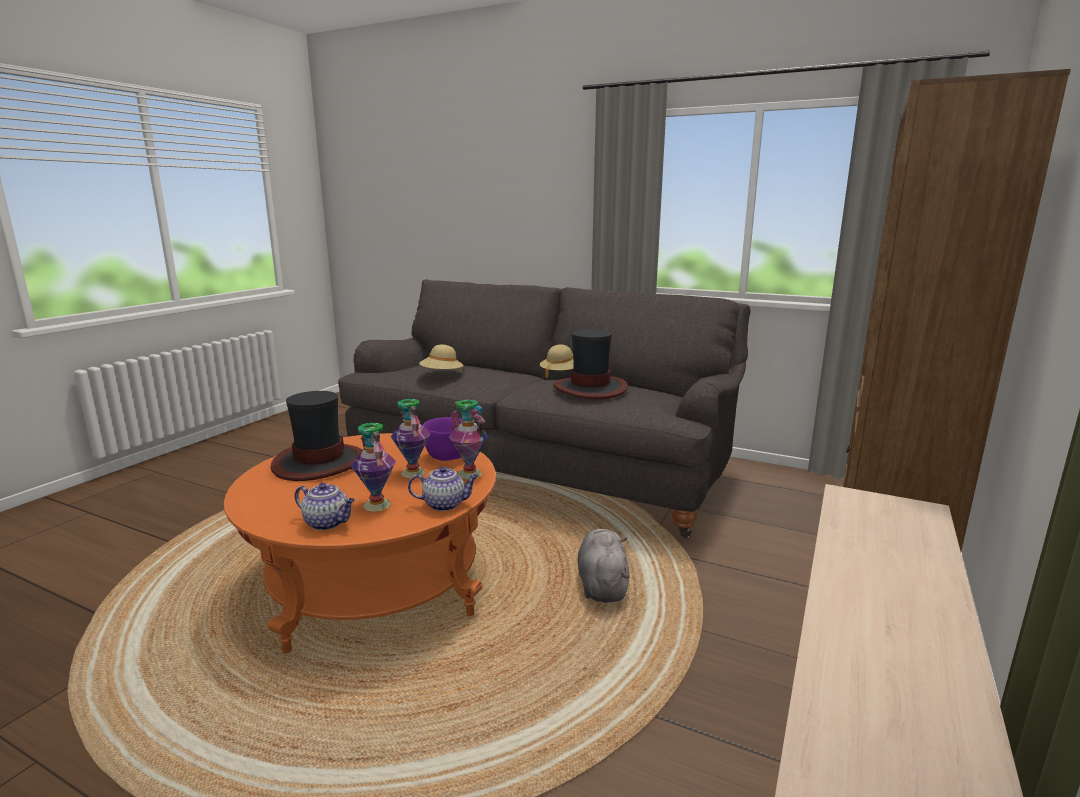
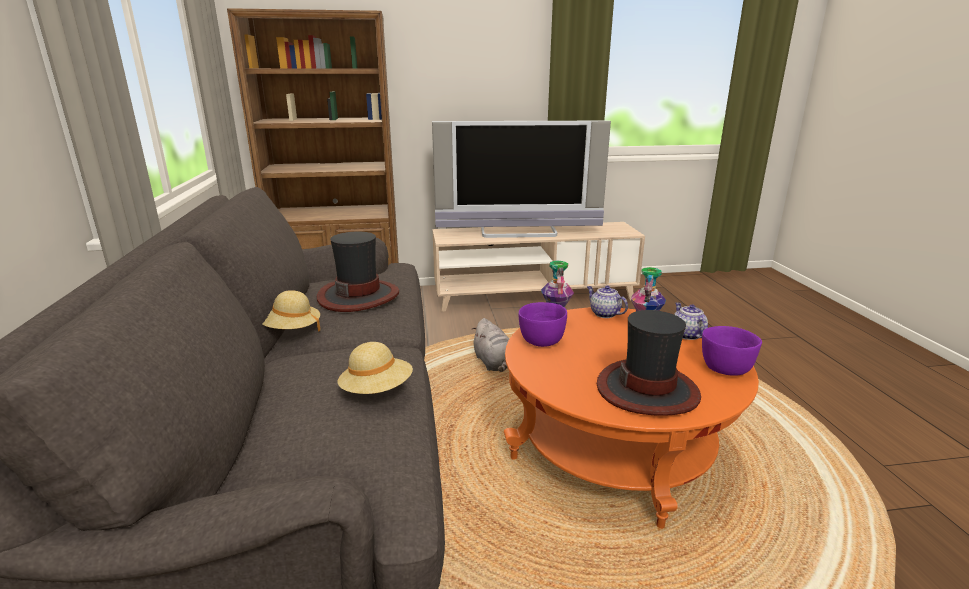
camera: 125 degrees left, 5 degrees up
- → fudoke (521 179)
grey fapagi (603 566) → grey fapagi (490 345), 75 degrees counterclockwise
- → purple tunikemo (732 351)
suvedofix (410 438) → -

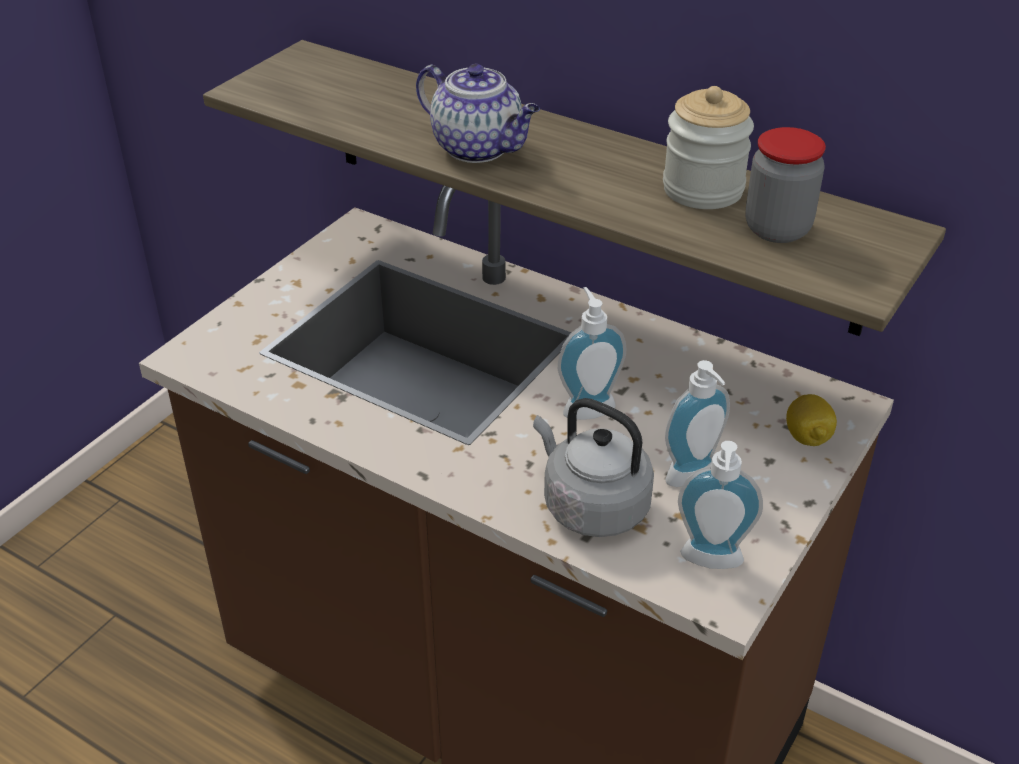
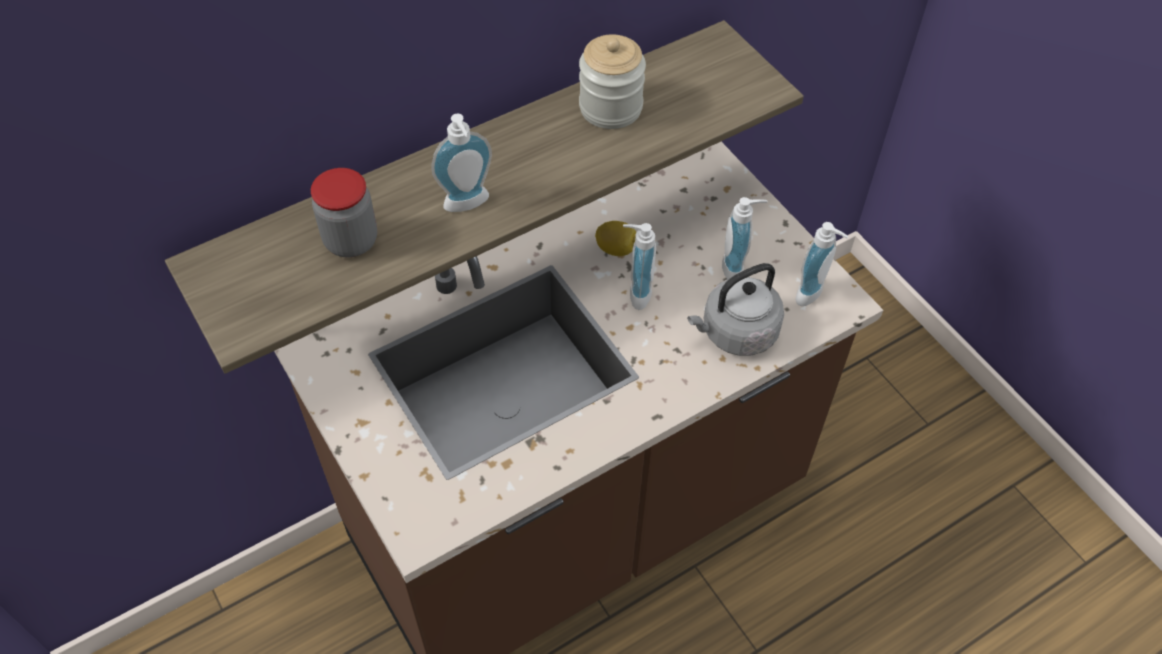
camera: 65 degrees left, 15 degrees up
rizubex (786 185) → rizubex (344 212), relocated
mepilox (478 113) → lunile (461 163)
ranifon (811 420) → ranifon (615 238), relocated

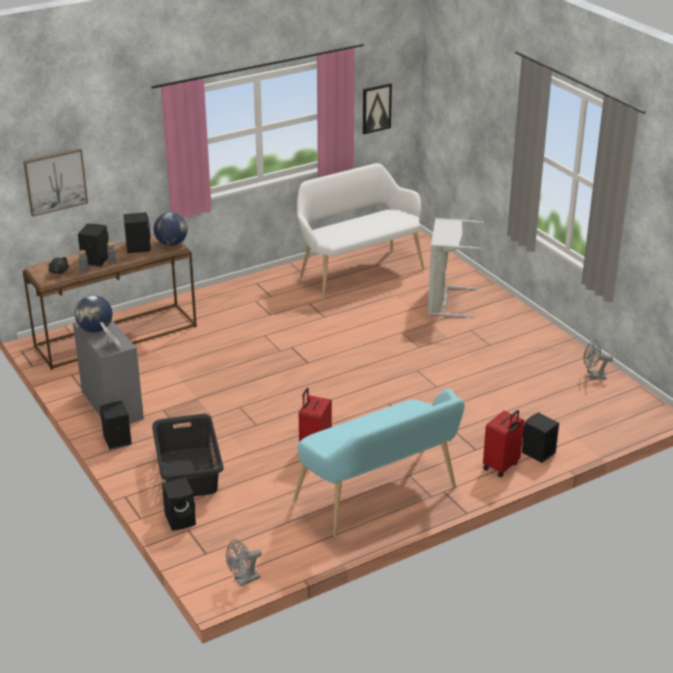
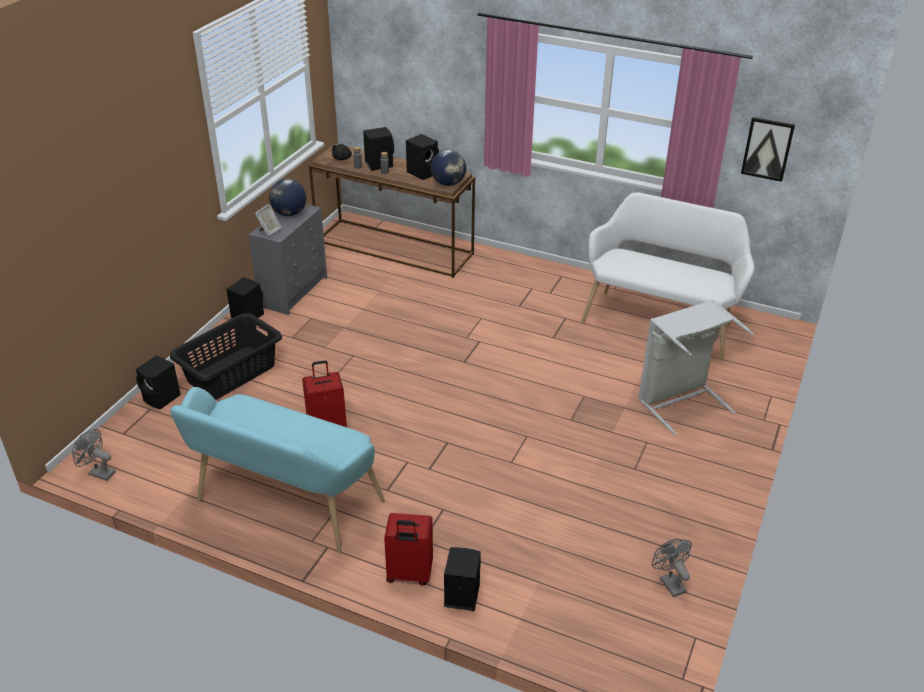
camera: 55 degrees right, 5 degrees up
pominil (55 183) → -

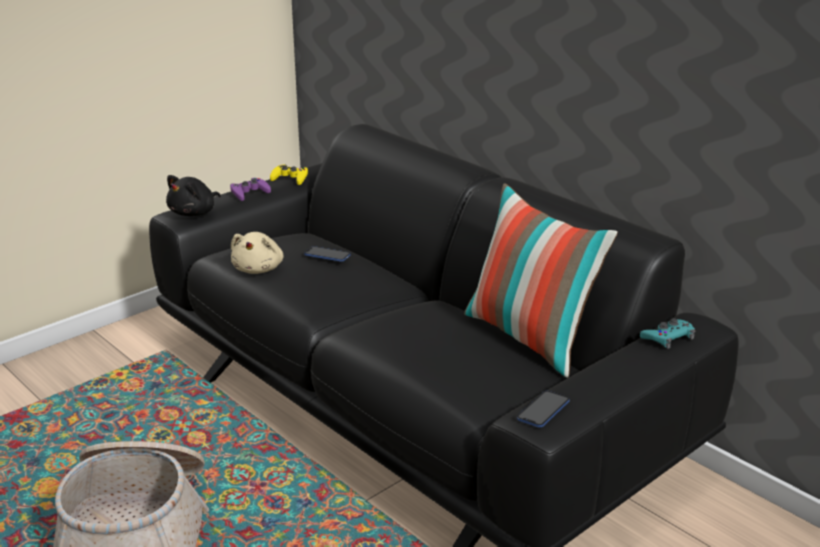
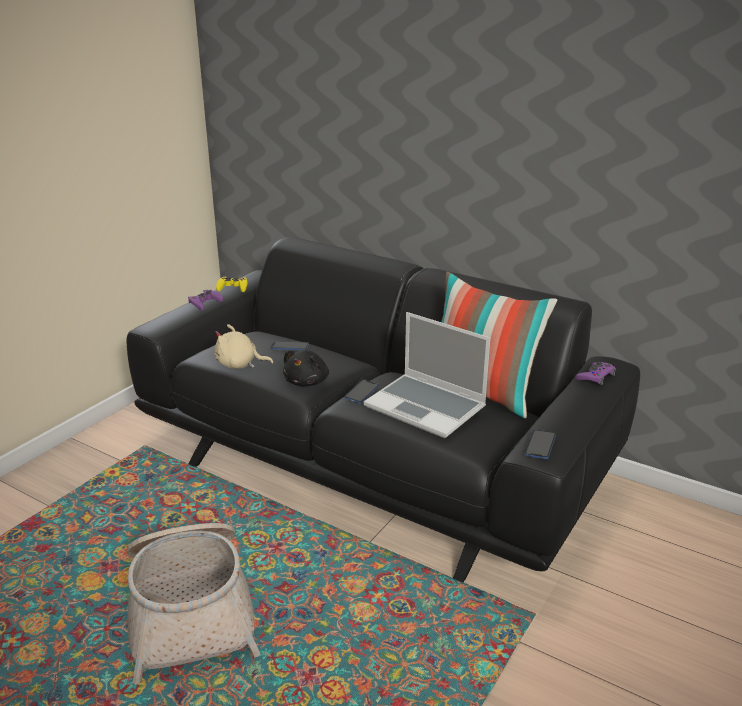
camera: 15 degrees left, 0 degrees up
beige fapagi (257 253) → beige fapagi (243 346), 105 degrees clockwise
black fapagi (193 195) → black fapagi (306 367), relocated
- → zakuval (362 391)
- → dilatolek (427 375)
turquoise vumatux (668 333) → purple vumatux (596 373)

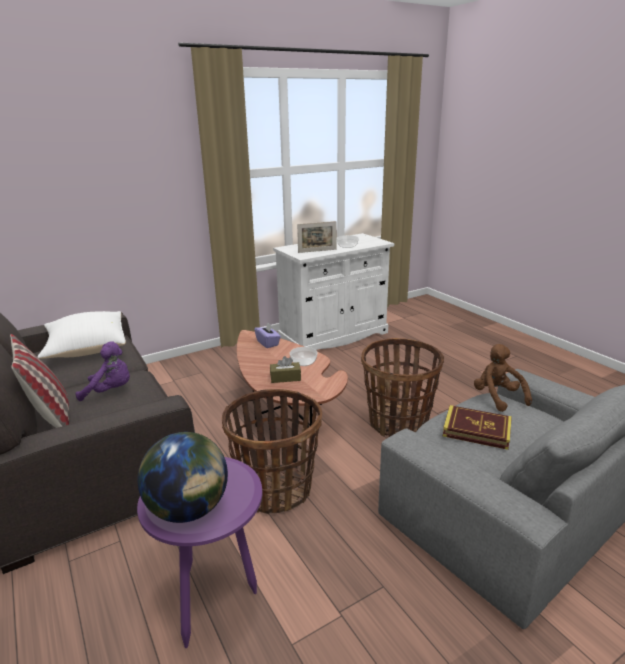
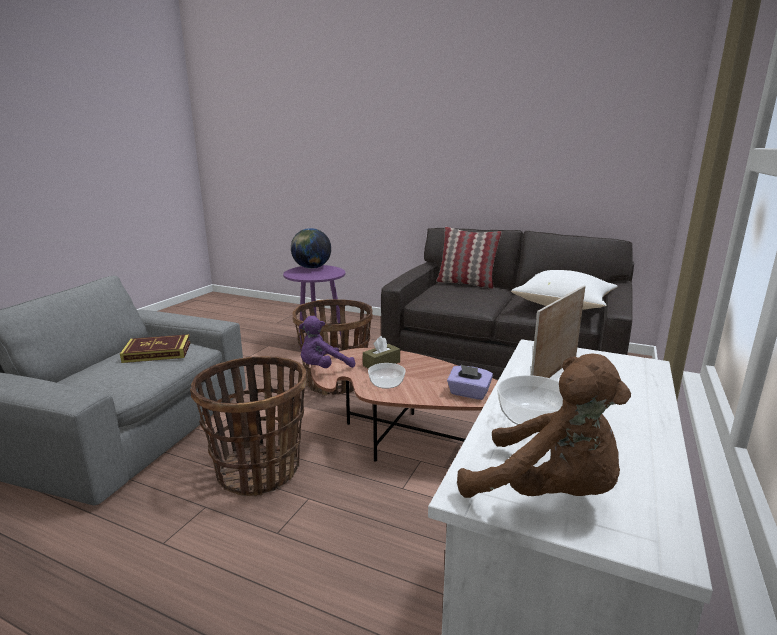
camera: 145 degrees right, 5 degrees down
purple fapagi (102 371) → purple fapagi (327 342), relocated
brown fapagi (503 378) → brown fapagi (544 426), relocated

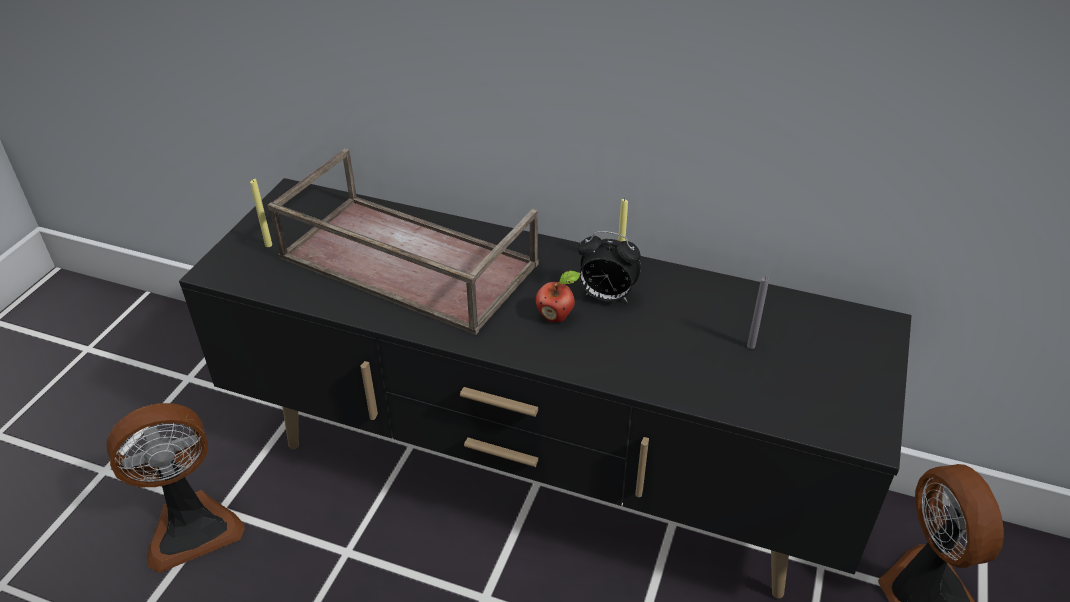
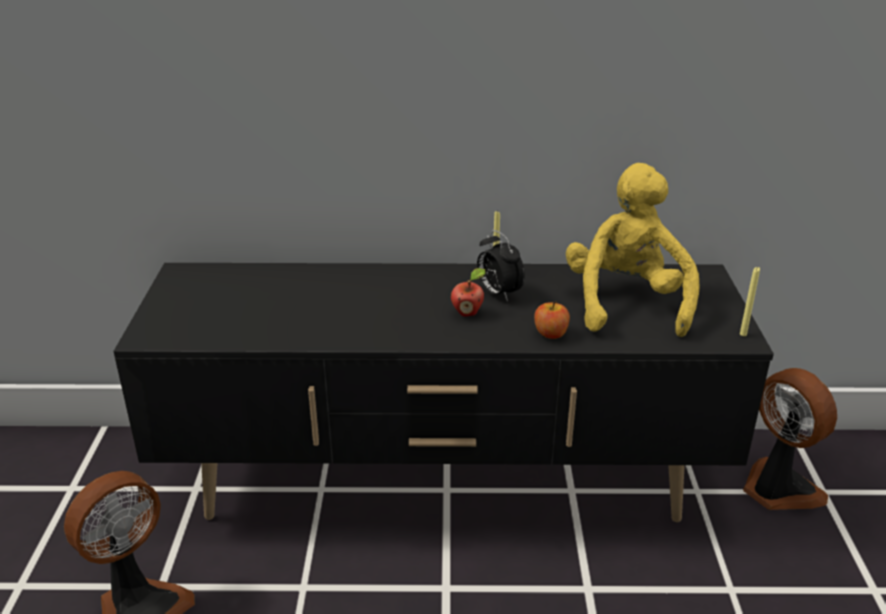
camera: 20 degrees left, 10 degrees down
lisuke (609 266) → lisuke (501 266), 60 degrees clockwise
- → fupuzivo (552 320)
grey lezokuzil (758 313) → yellow fapagi (632 250)
yellow lezokuzil (261 213) → yellow lezokuzil (750 301), relocated
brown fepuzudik (403 241) → -

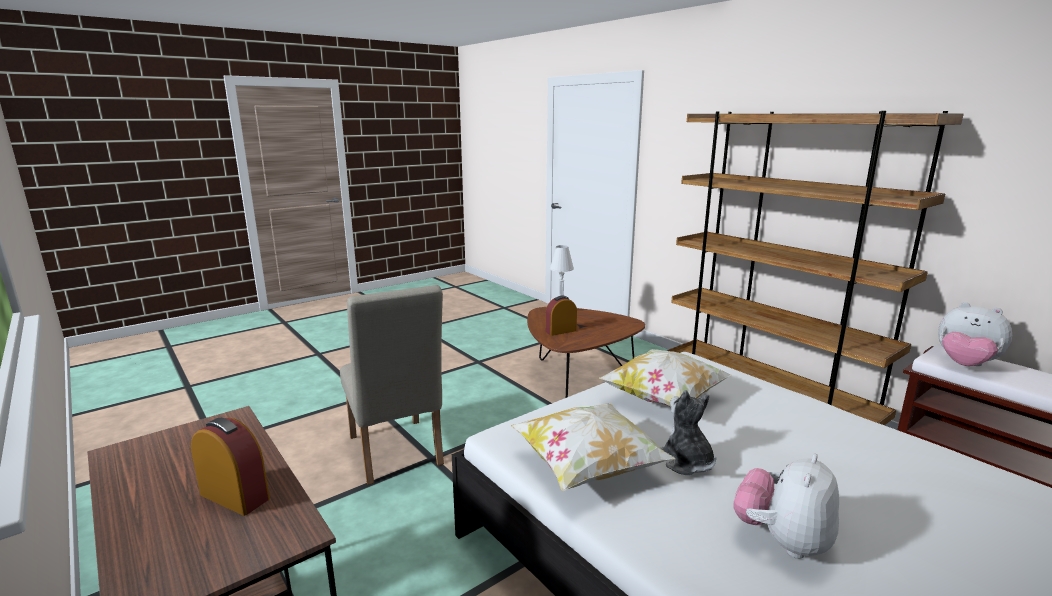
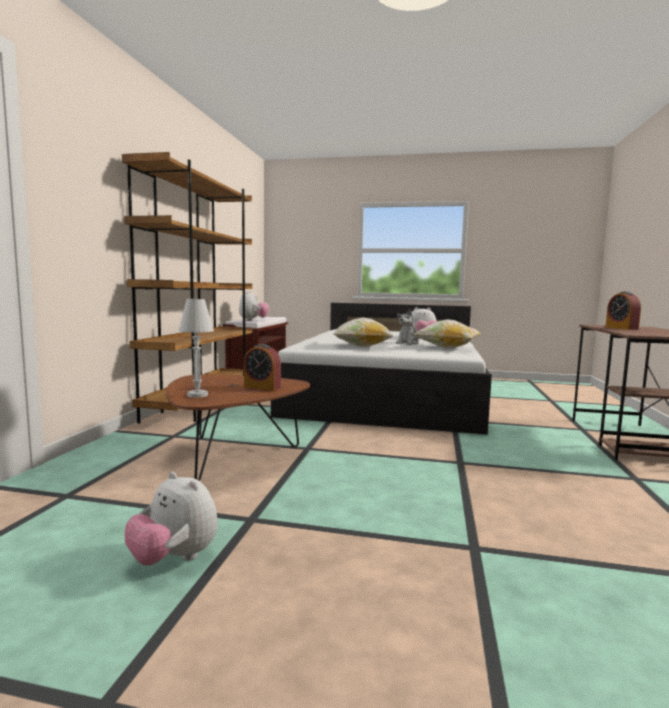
camera: 130 degrees left, 10 degrees down
- → fapagi (171 519)
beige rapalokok (392 385) → -

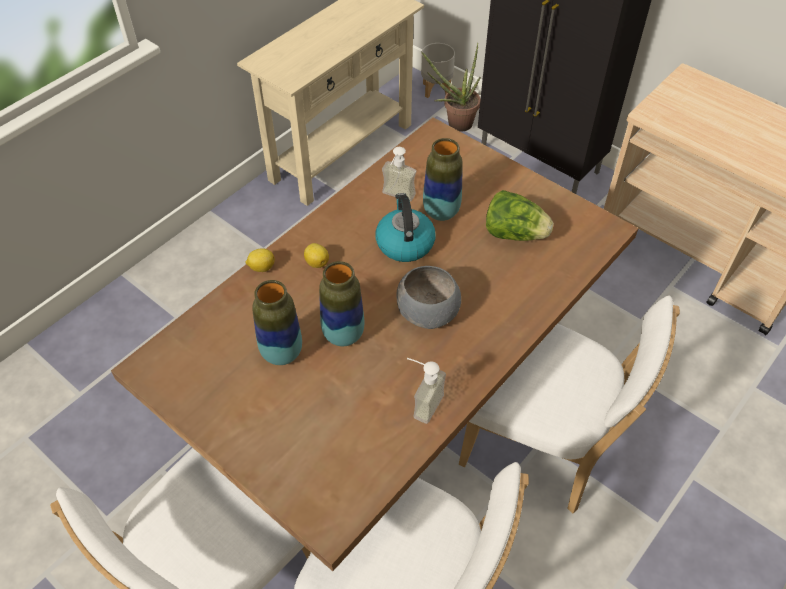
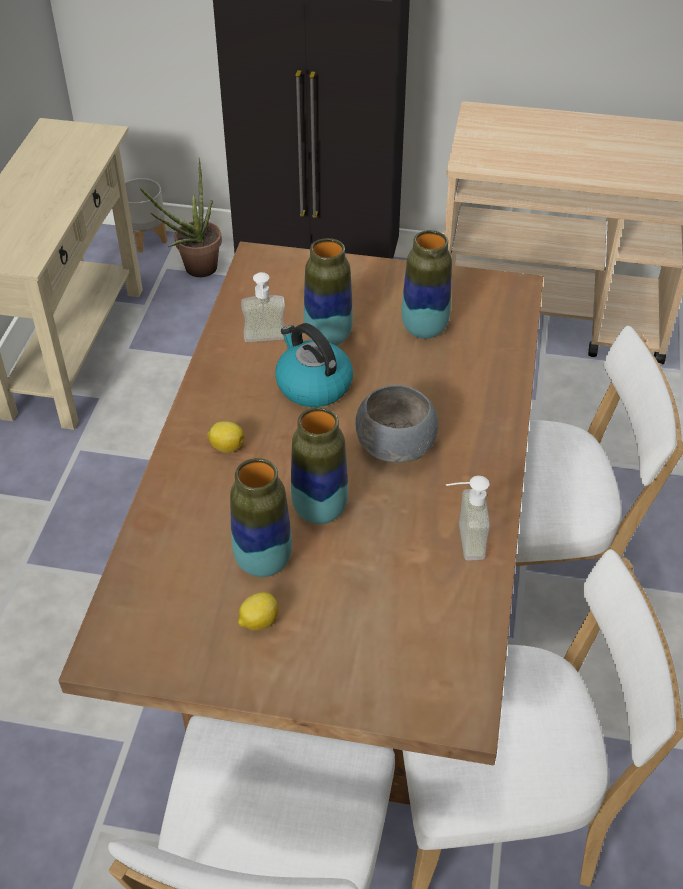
camera: 30 degrees left, 5 degrees down
ranifon (260 260) → ranifon (258 611), relocated
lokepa (519 215) → suvedofix (426 284)

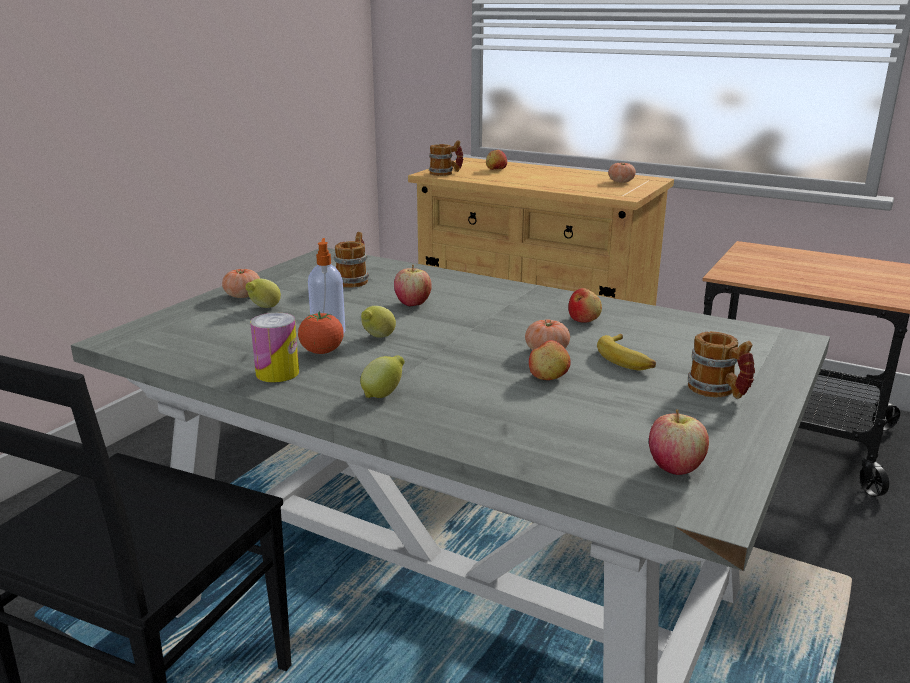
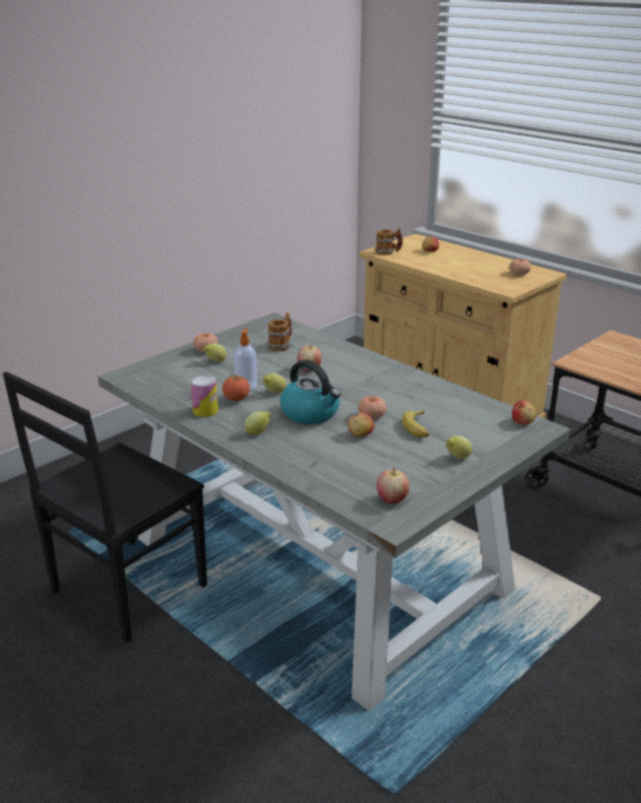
camera: 15 degrees right, 5 degrees up
- → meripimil (310 392)
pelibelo (721 365) → ranifon (459 447)
fupuzivo (585 305) → fupuzivo (524 412), relocated

